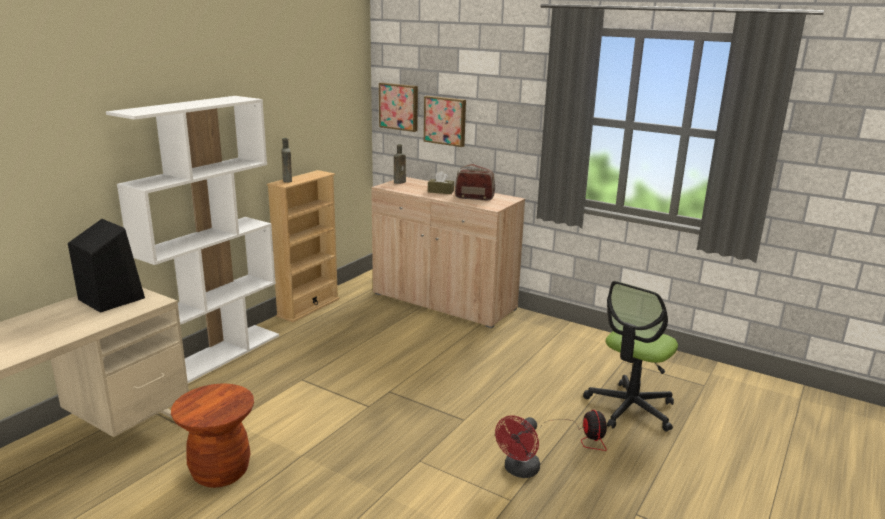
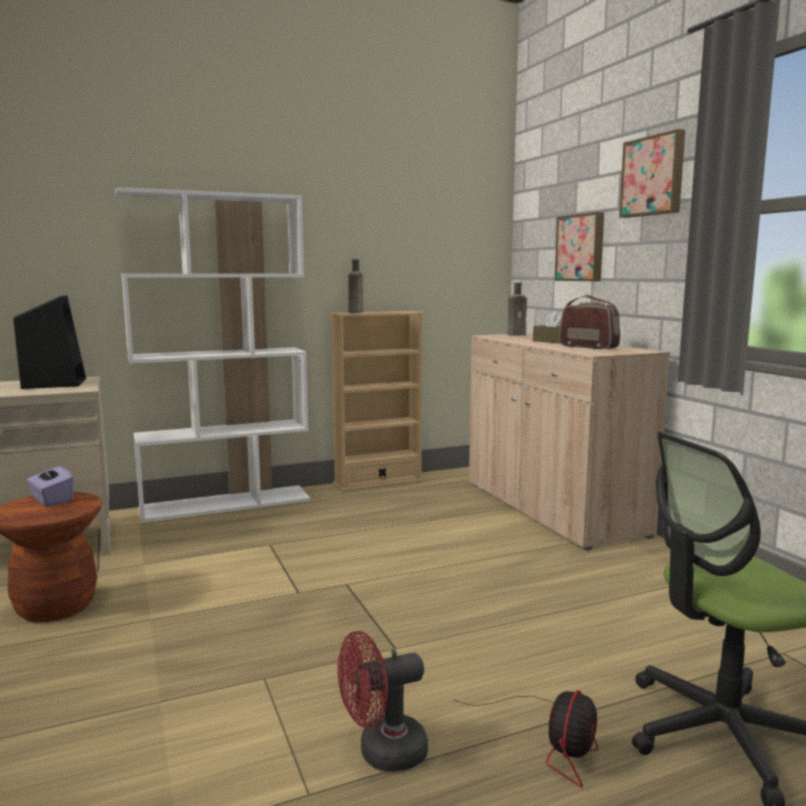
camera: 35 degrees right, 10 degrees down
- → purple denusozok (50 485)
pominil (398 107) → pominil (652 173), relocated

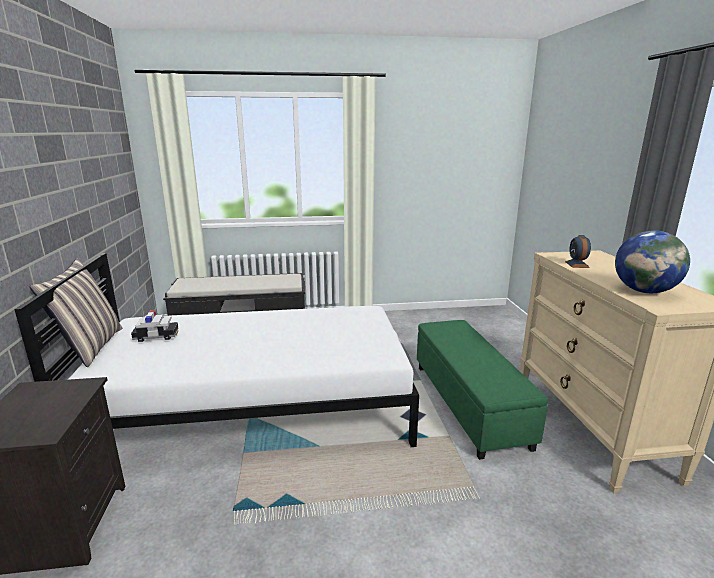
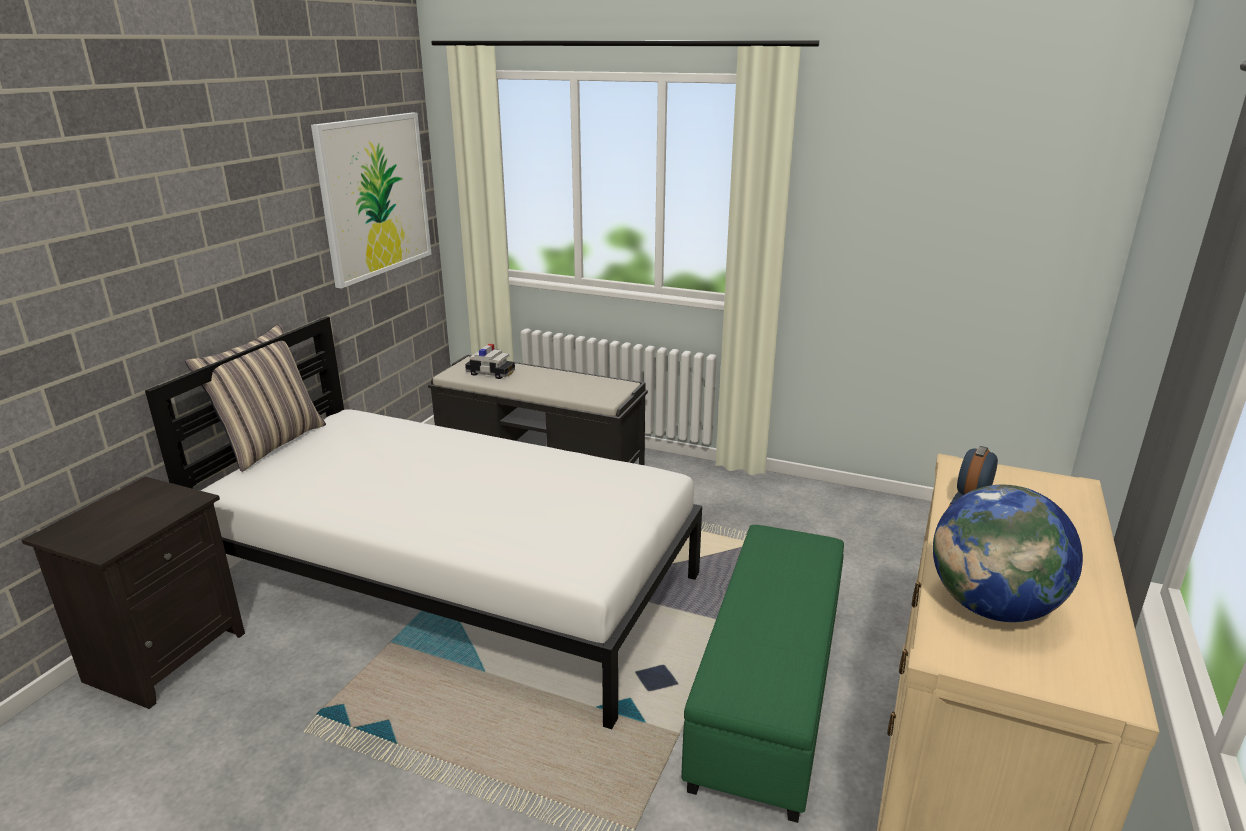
camera: 30 degrees right, 5 degrees up
- → pominil (371 201)
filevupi (154 326) → filevupi (490 361), relocated

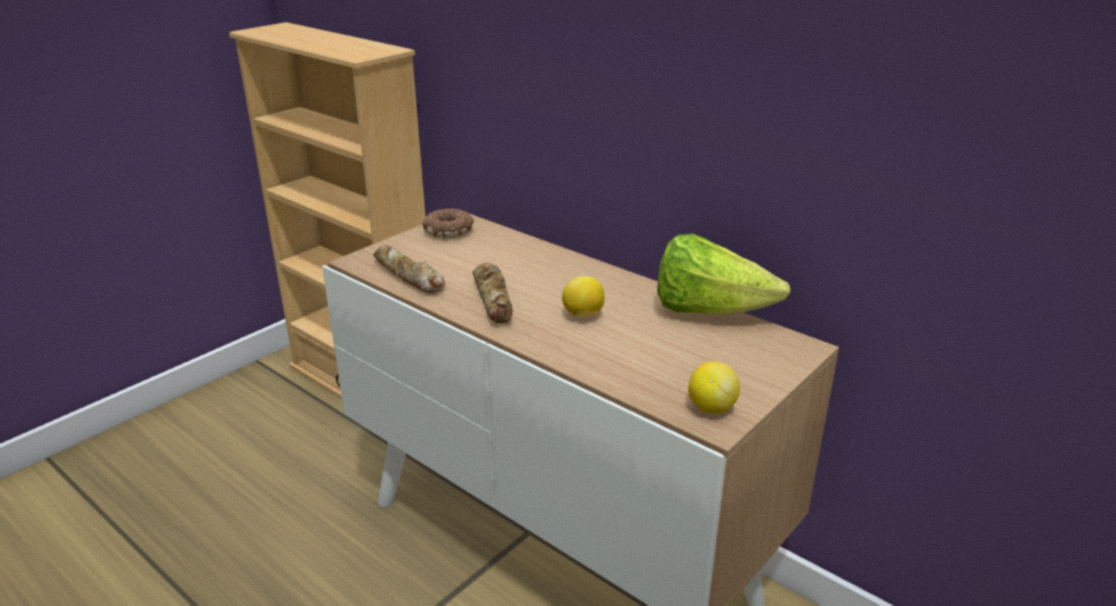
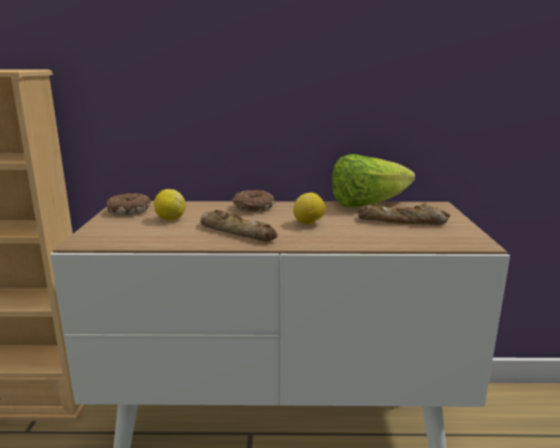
camera: 40 degrees left, 10 degrees down
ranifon (714 387) → ranifon (170 205), relocated
- → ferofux (253 201)
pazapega (409 269) → pazapega (404 214), relocated

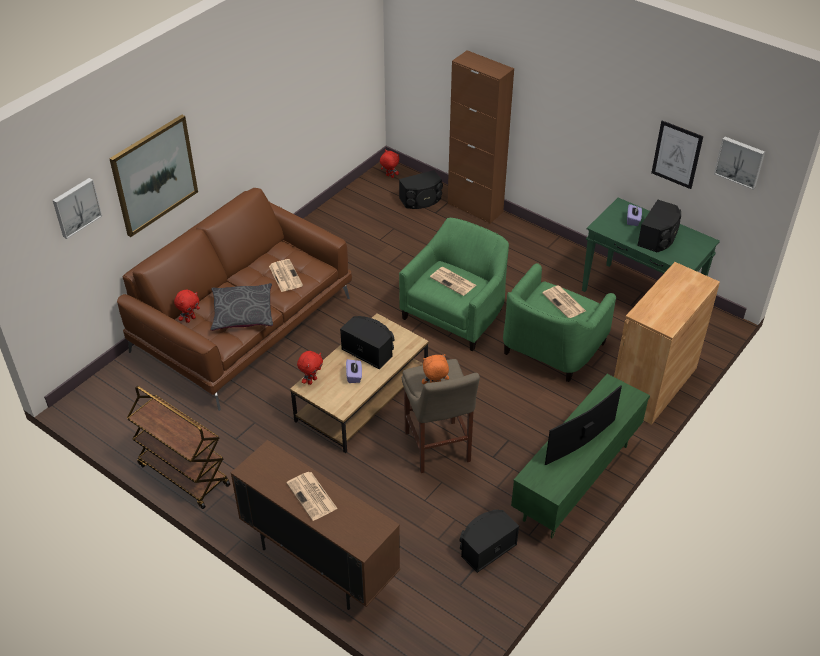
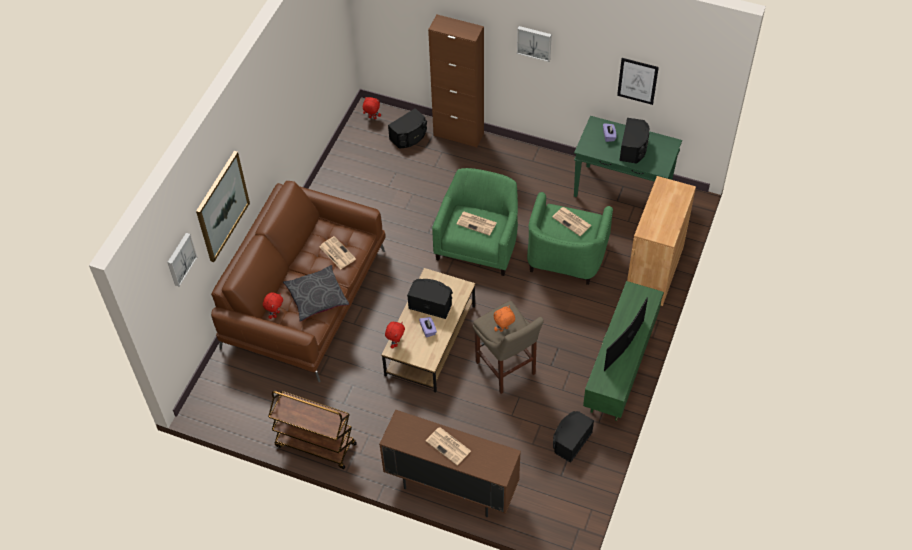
camera: 15 degrees left, 10 degrees up
pominil (739 163) → pominil (534 44), relocated

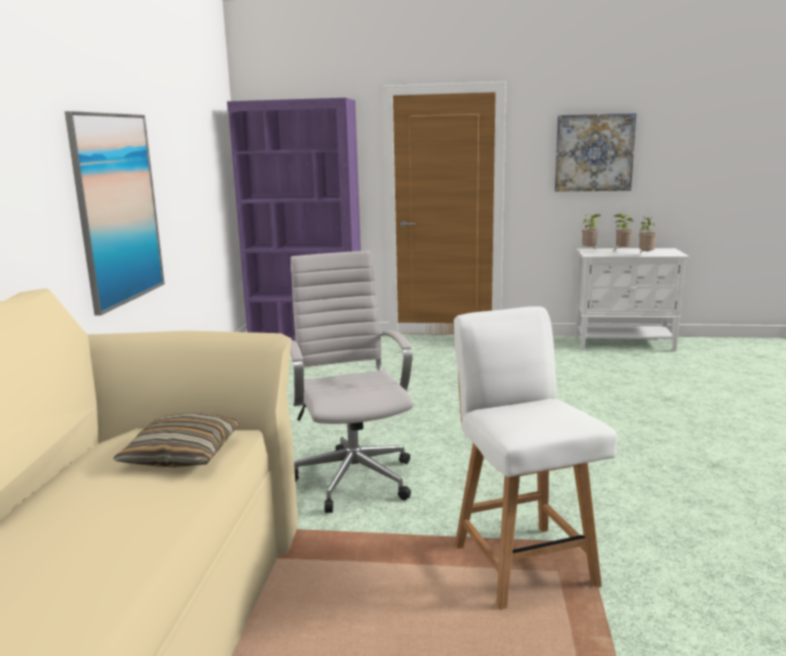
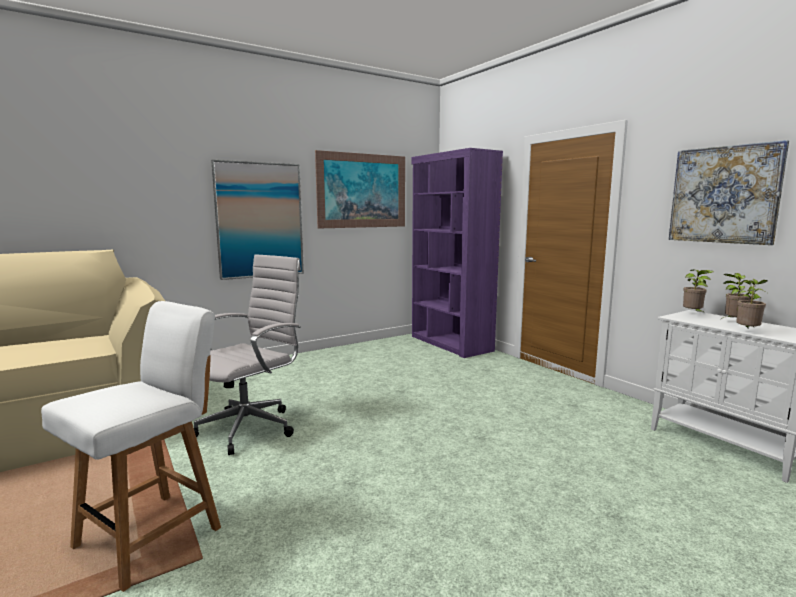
camera: 50 degrees right, 5 degrees down
- → pominil (360 189)
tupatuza (176 440) → -

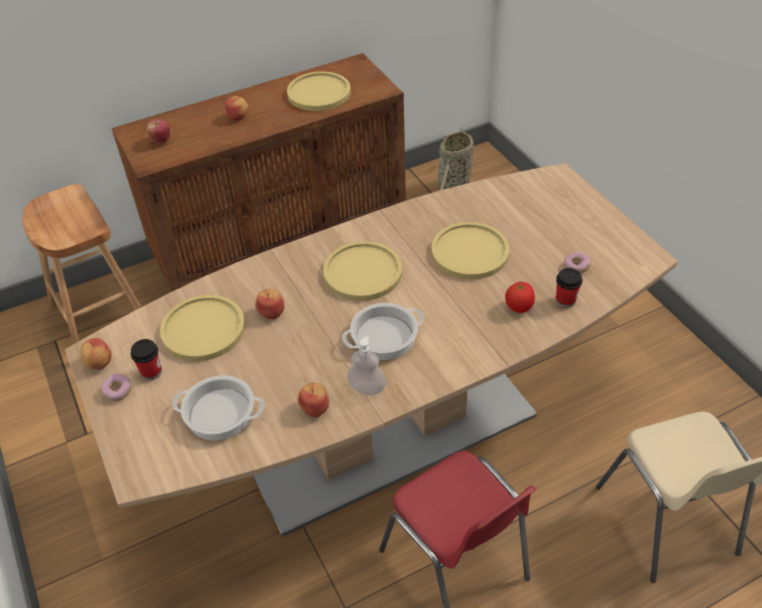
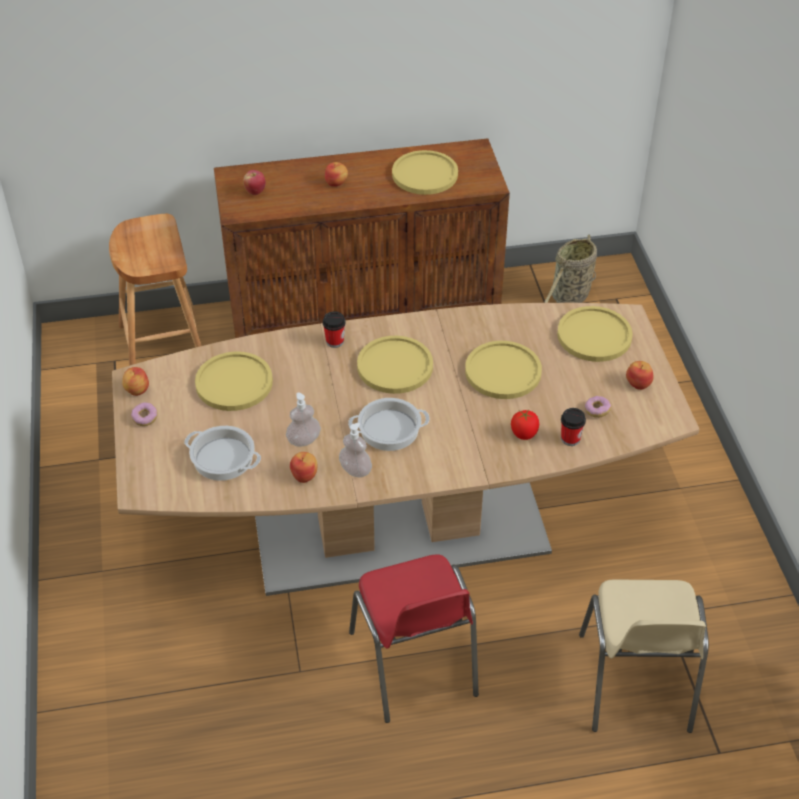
camera: 15 degrees right, 0 degrees up
- → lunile (303 419)
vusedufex (146 359) → vusedufex (334 329), relocated
- → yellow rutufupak (595 334)
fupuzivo (270 304) → fupuzivo (640 375), relocated

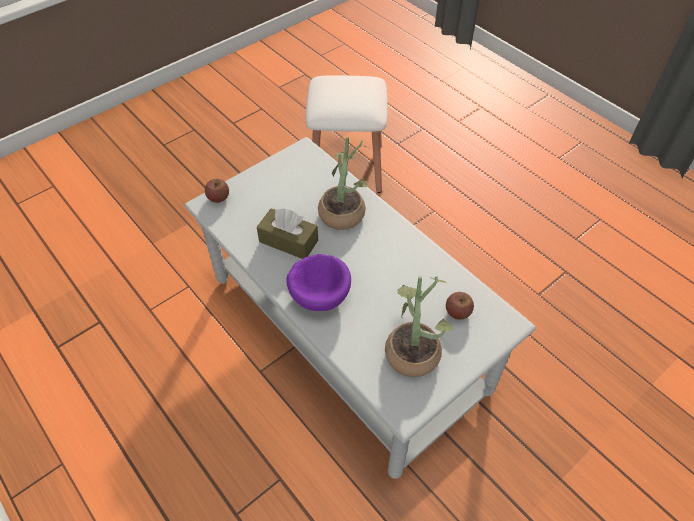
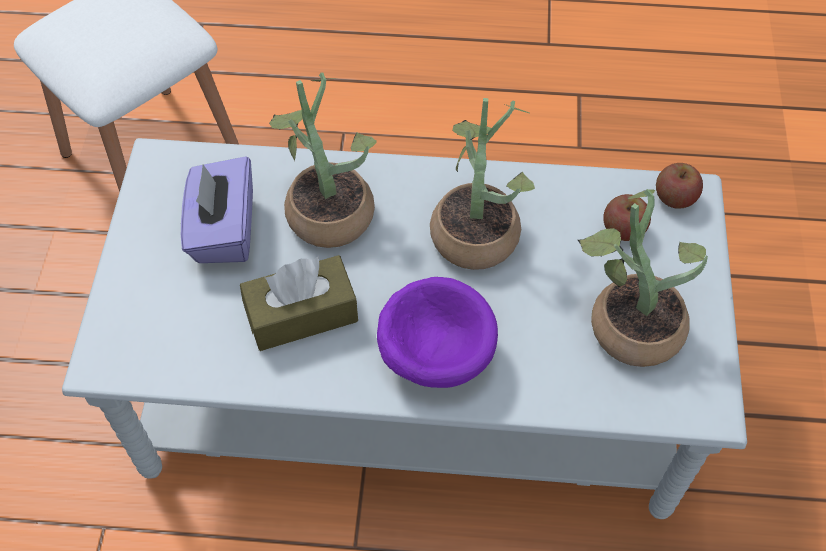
camera: 45 degrees left, 5 degrees up
- → purple denusozok (217 209)
- → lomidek (482 184)
fupuzivo (217 191) → fupuzivo (679 186), relocated

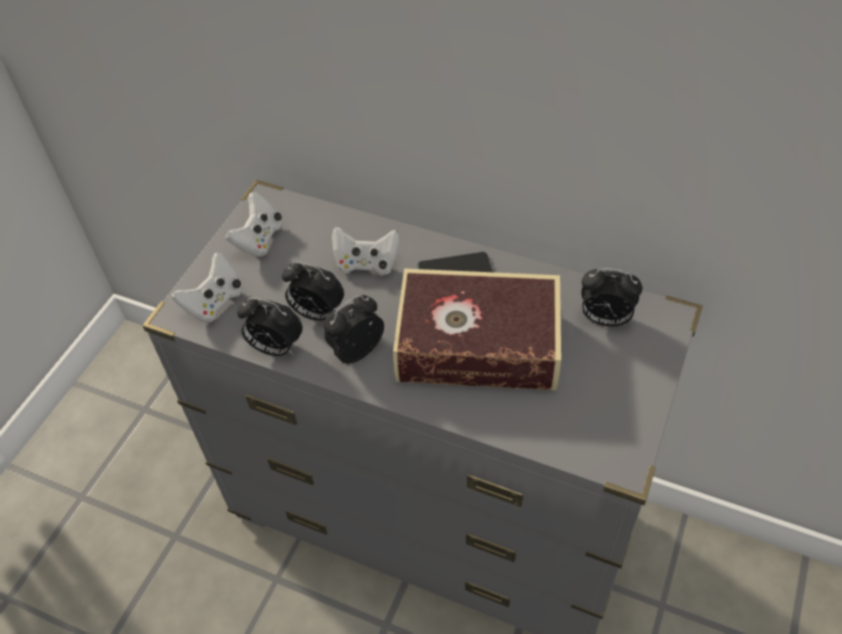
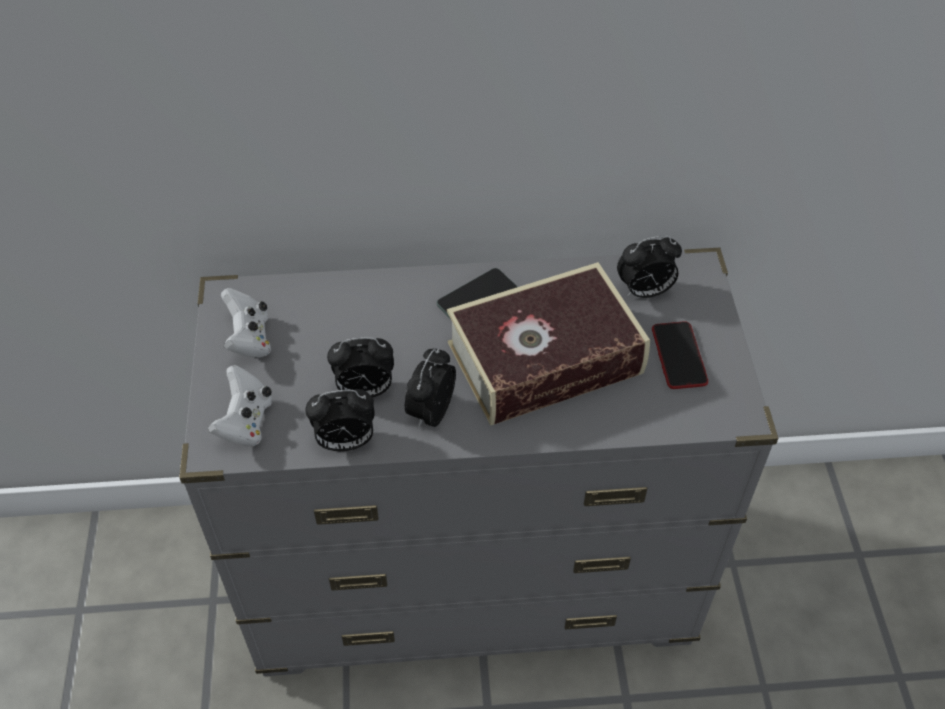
camera: 30 degrees left, 0 degrees up
- → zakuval (680 355)
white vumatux (365 251) → -

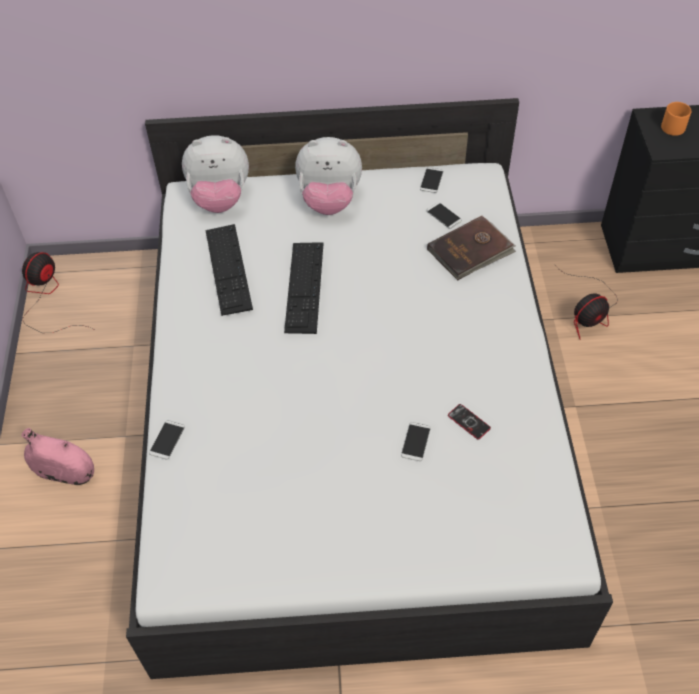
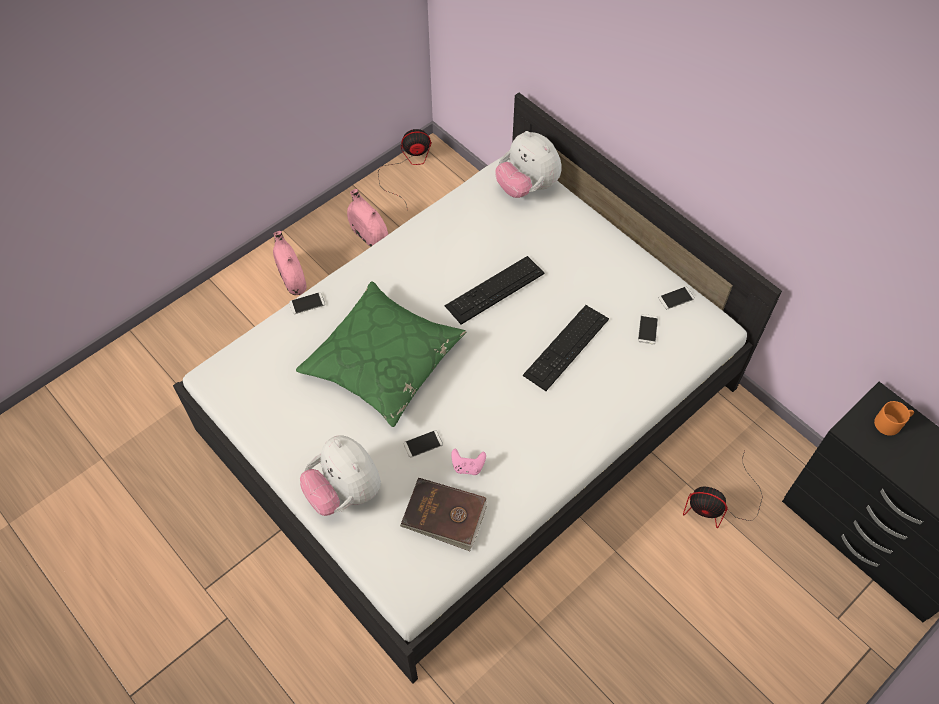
camera: 50 degrees right, 5 degrees up
- → green tupatuza (381 354)
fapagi (328 176) → fapagi (340 475), relocated
- → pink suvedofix (367 218)
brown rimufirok (471 248) → brown rimufirok (443 514), relocated
zakuval (469 422) → pink vumatux (468 462)
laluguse (229 270) → laluguse (565 348), relocated

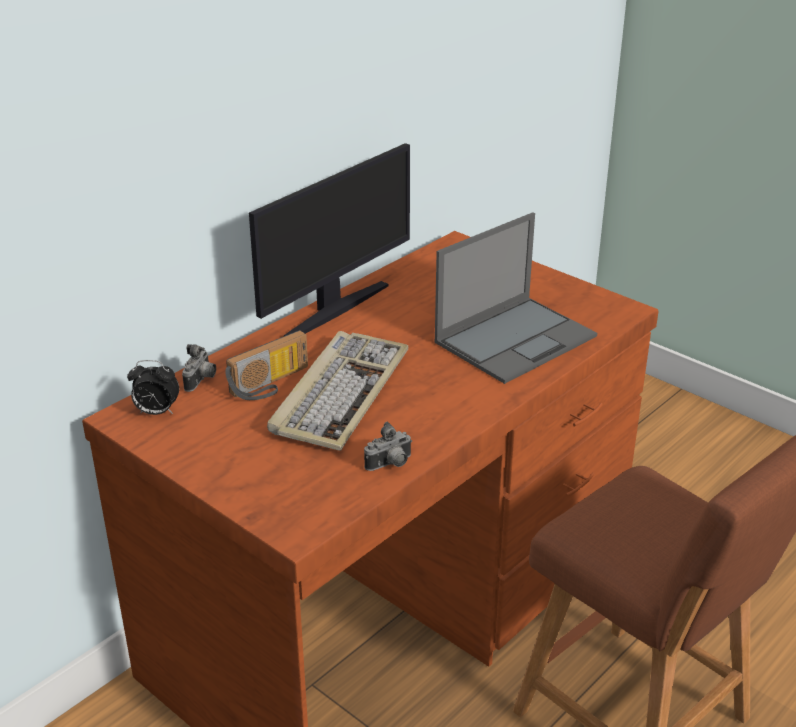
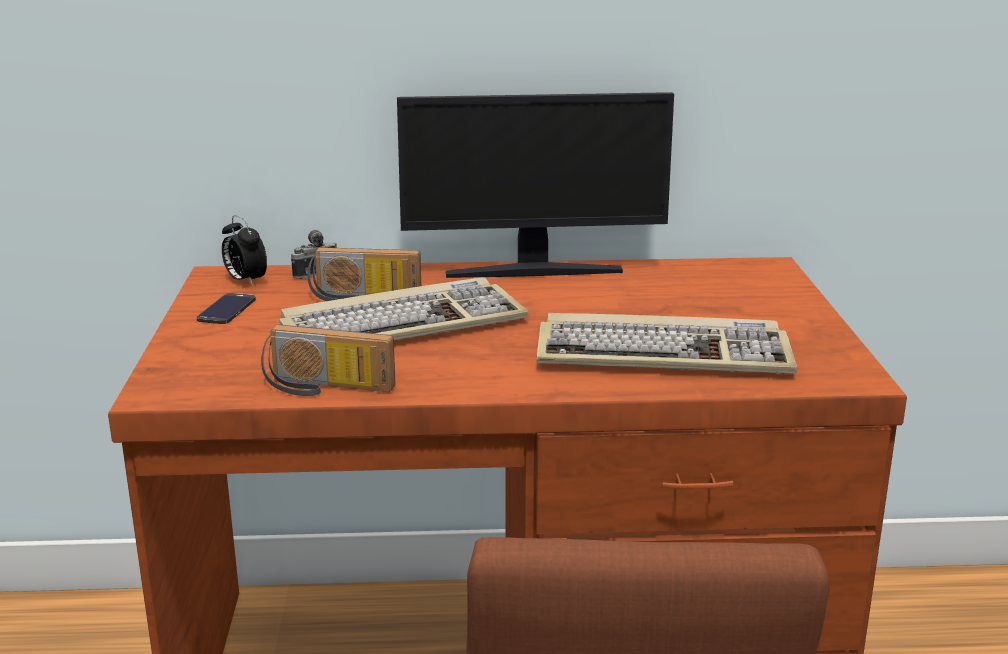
camera: 45 degrees right, 10 degrees down
- → zakuval (226 308)
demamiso (388 446) → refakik (328 360)
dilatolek (516 298) → laluguse (667 343)

